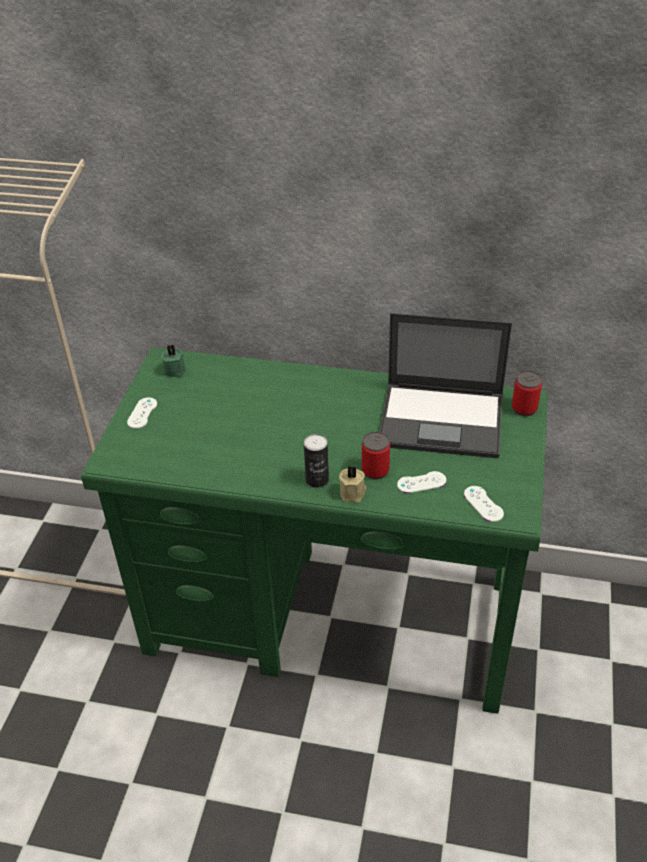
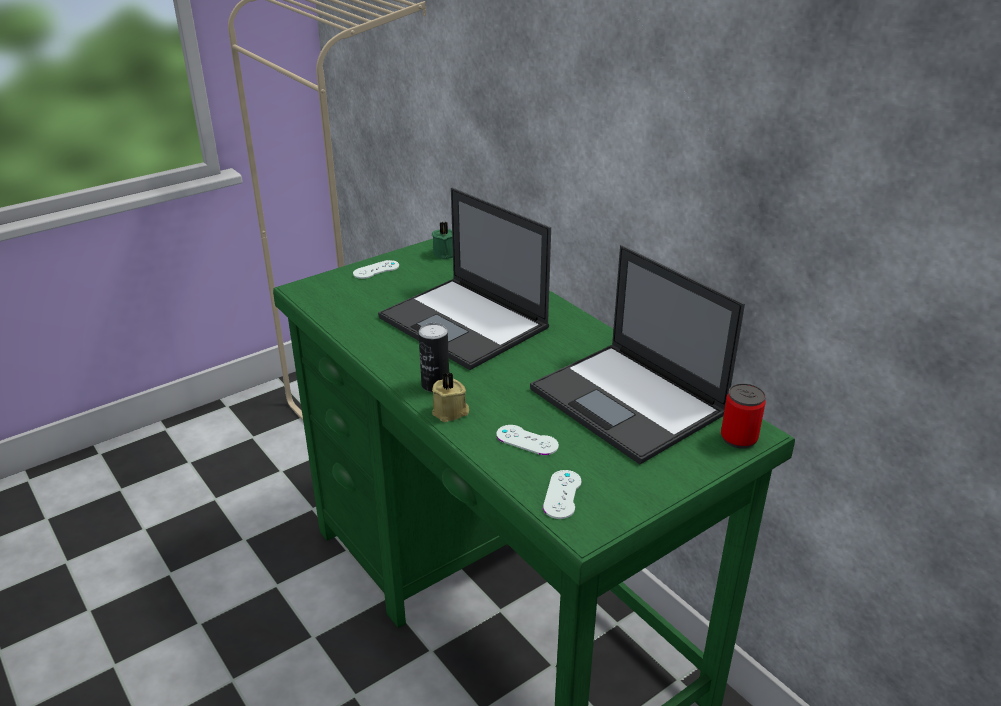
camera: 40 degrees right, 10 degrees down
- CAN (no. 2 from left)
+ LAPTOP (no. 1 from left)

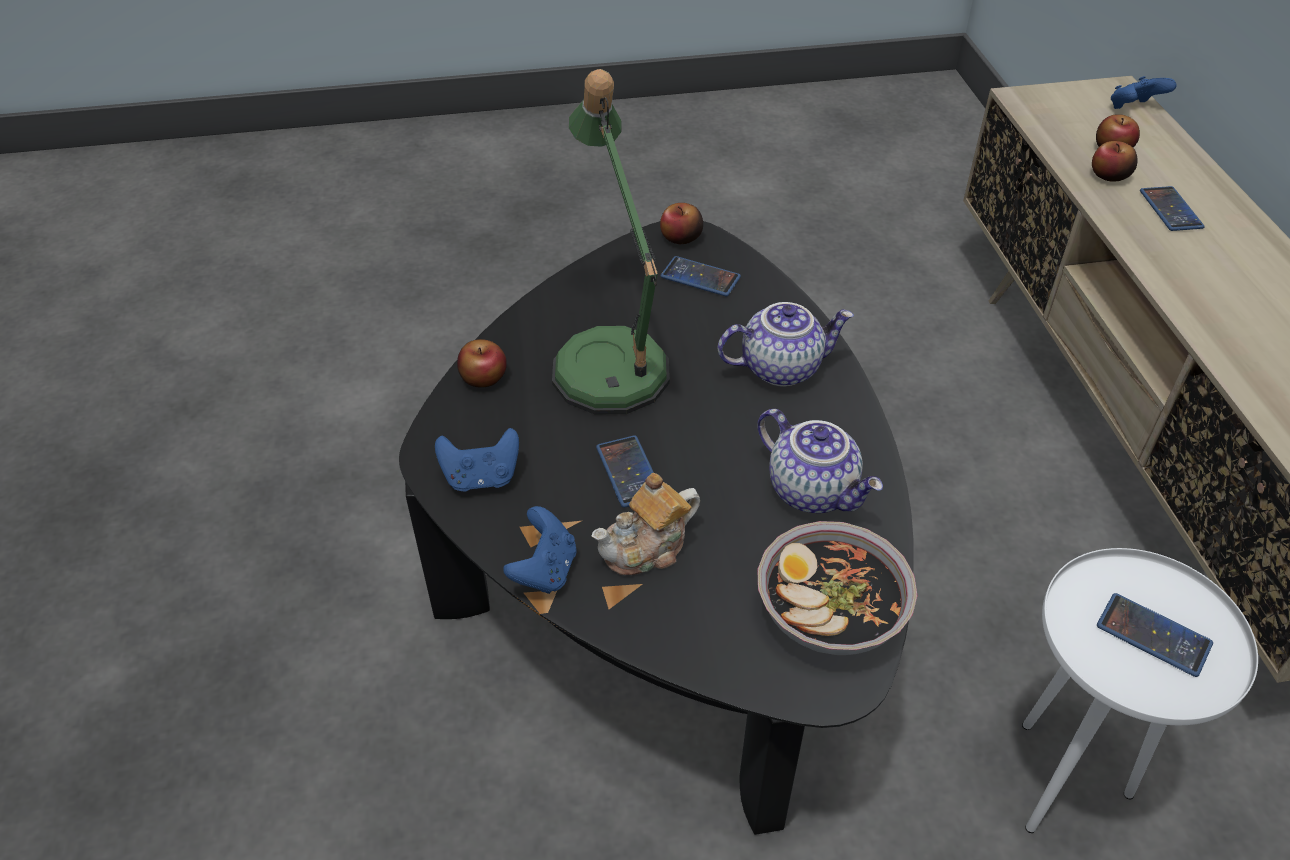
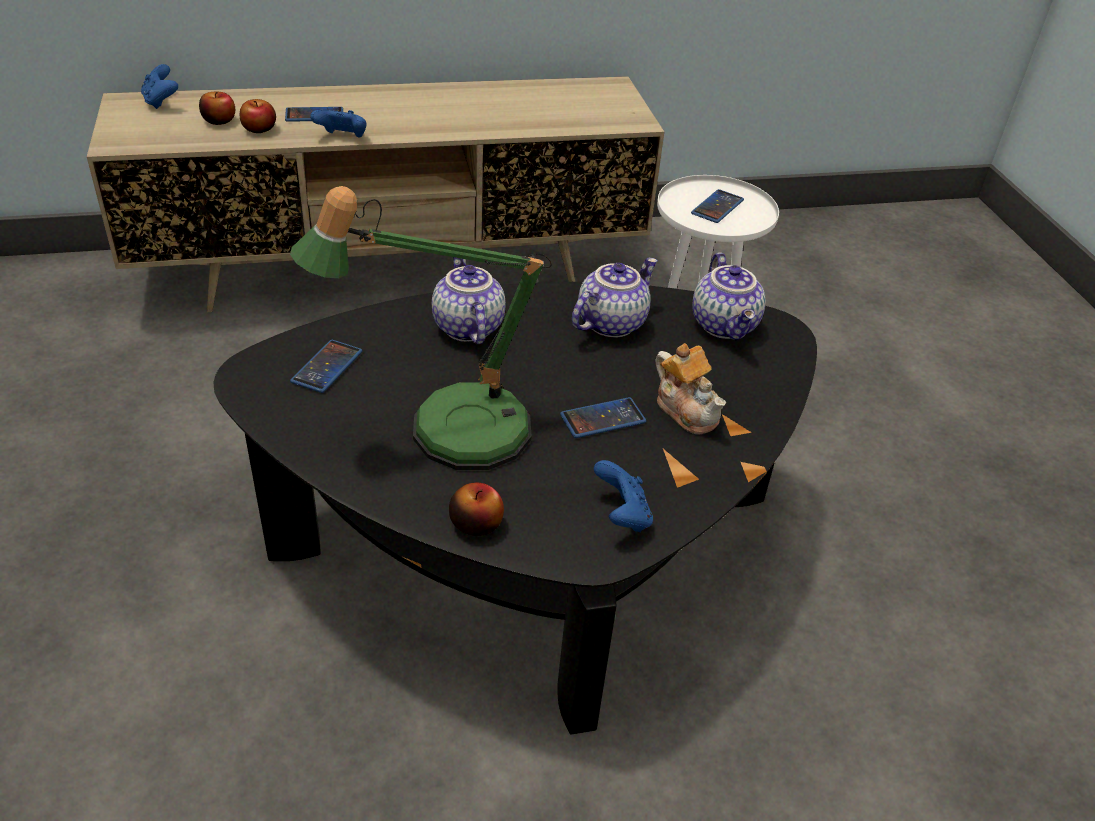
camera: 95 degrees left, 5 degrees down
- APPLE (no. 2 from left)
~ BLUE GAME CONTROLLER (no. 2 from left)
~ BOWL to TEAPOT (no. 4 from left)

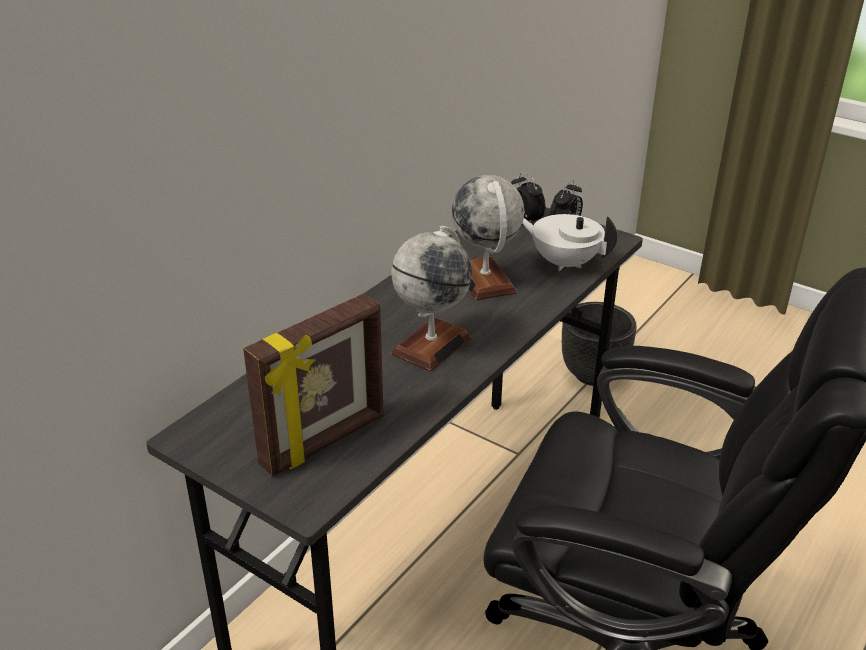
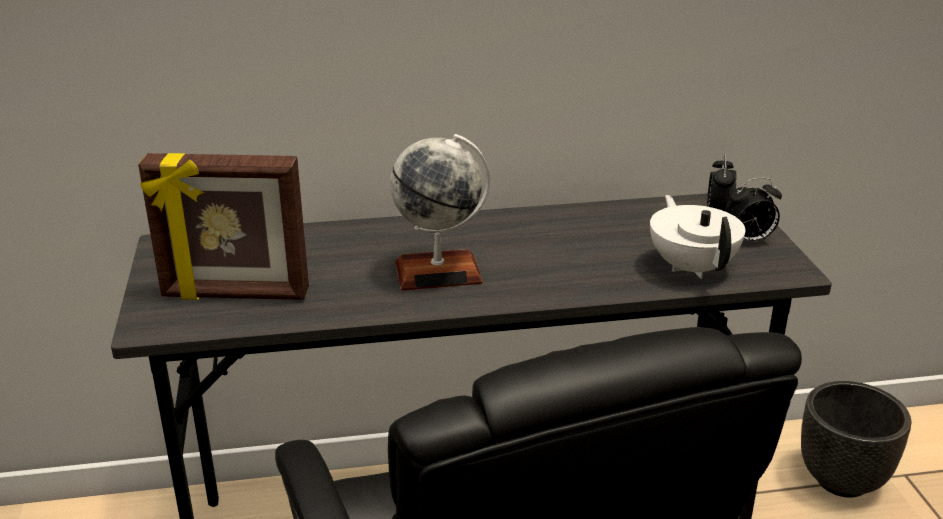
camera: 45 degrees right, 5 degrees down
- GLOBE (no. 2 from left)

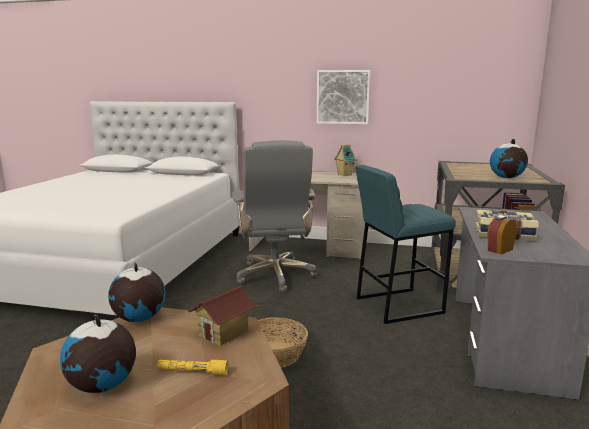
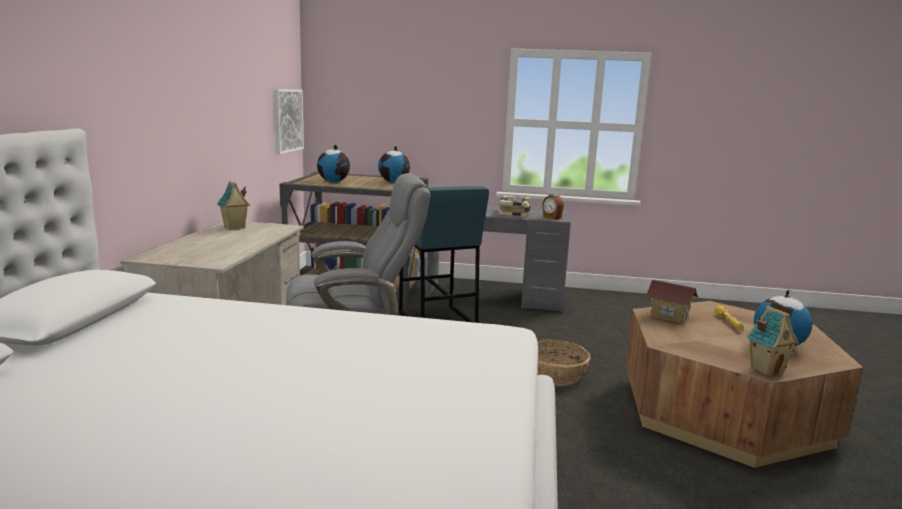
camera: 95 degrees left, 0 degrees up
~ PICTURE
~ GLOBE (no. 2 from left in the first image) to GLOBE (no. 1 from left)
+ TOY HOUSE (no. 3 from left)

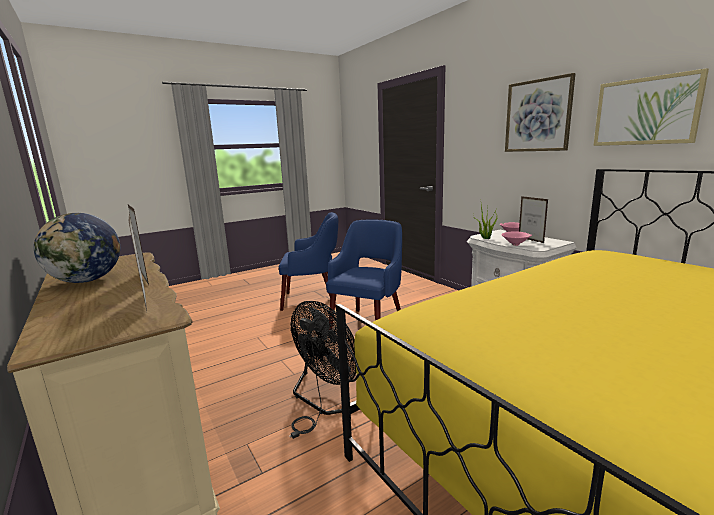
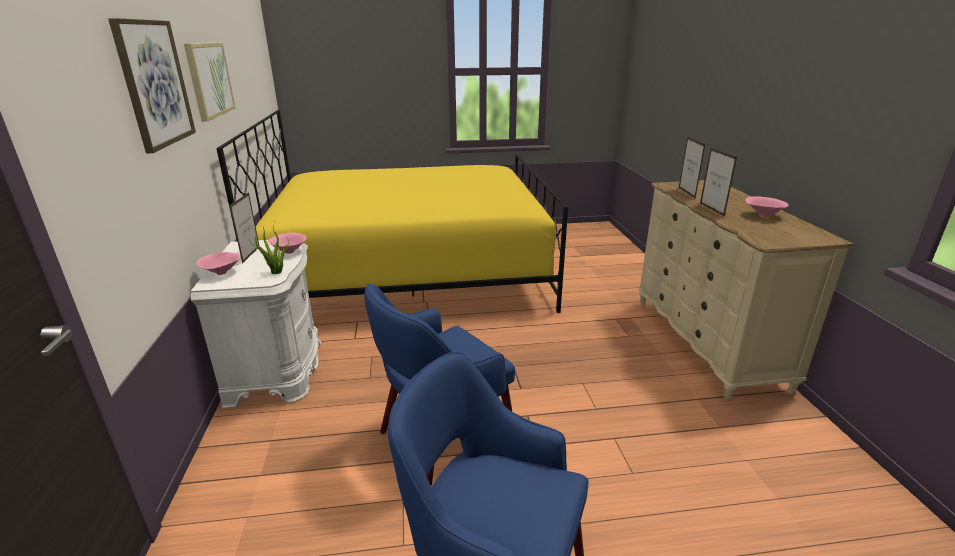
camera: 155 degrees left, 10 degrees up
~ GLOBE to PINK BOWL (no. 3 from left)
- BLACK FAN

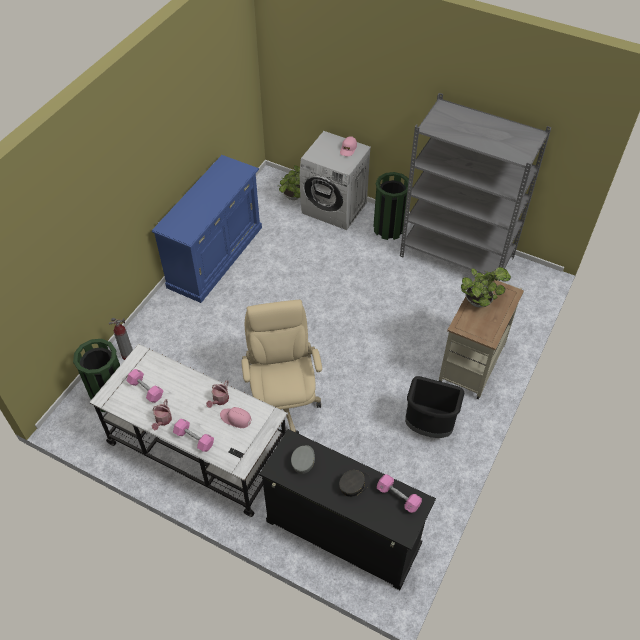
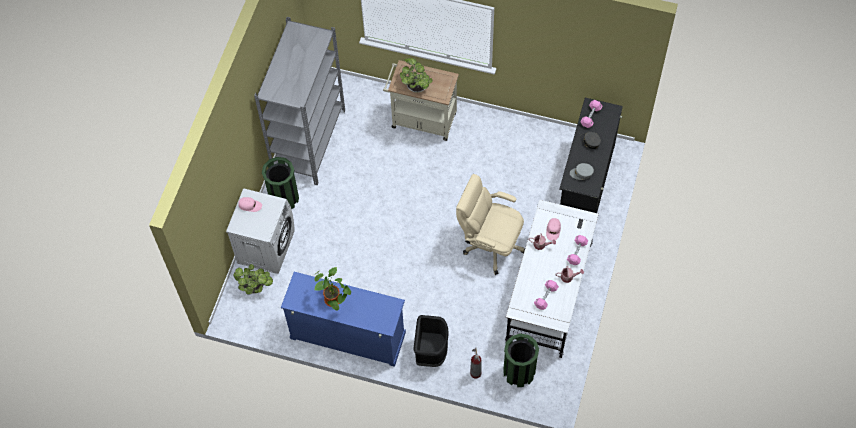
camera: 100 degrees left, 10 degrees up
~ BEIGE OFFICE CHAIR 45 degrees clockwise
~ BLACK TRASH CAN
+ POTTED PLANT (no. 2 from left)

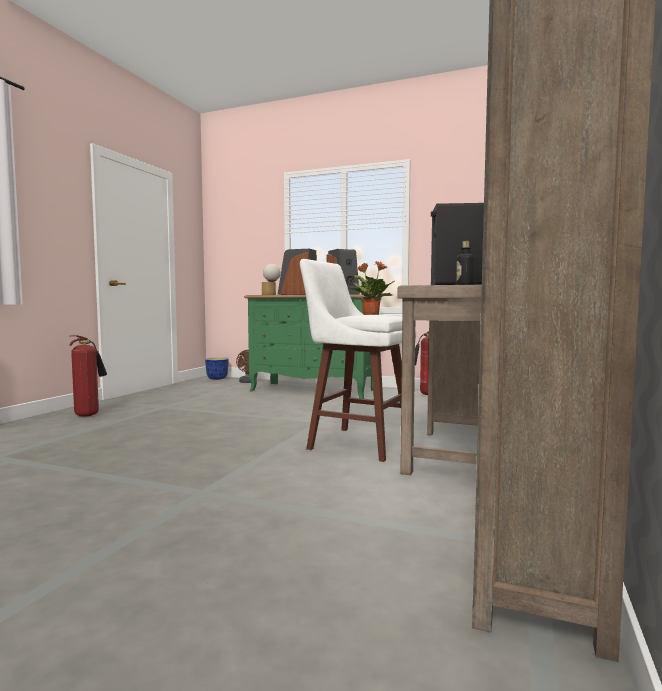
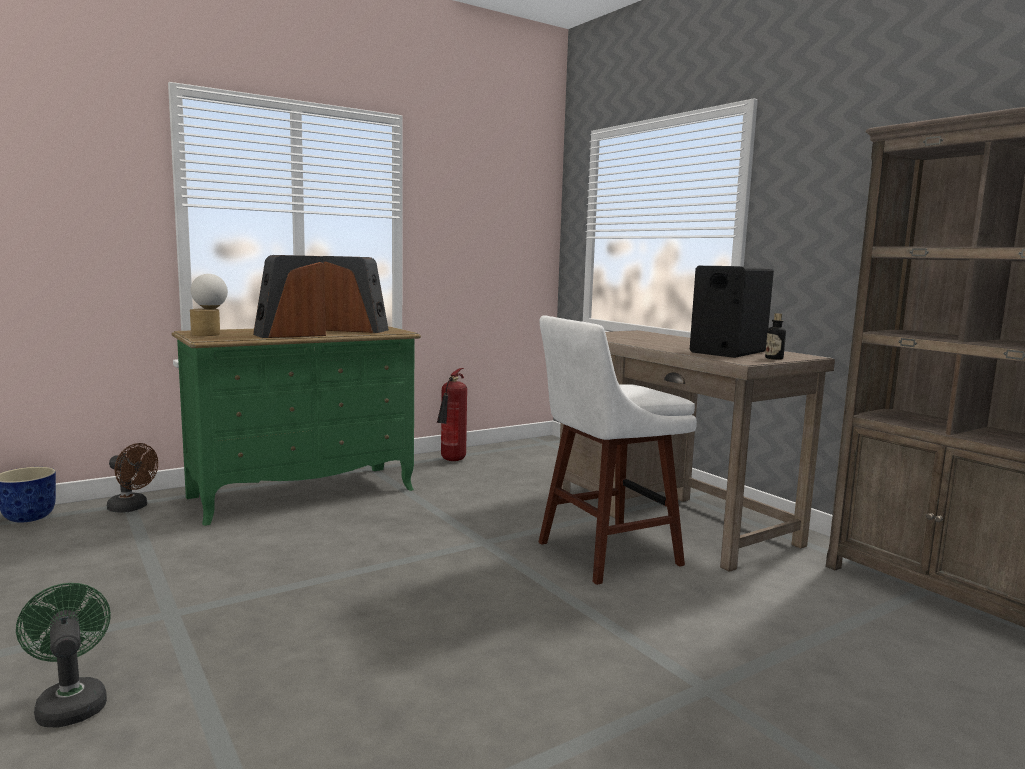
camera: 55 degrees left, 5 degrees up
- POTTED PLANT
~ FIRE EXTINGUISHER (no. 1 from left) to GREEN FAN

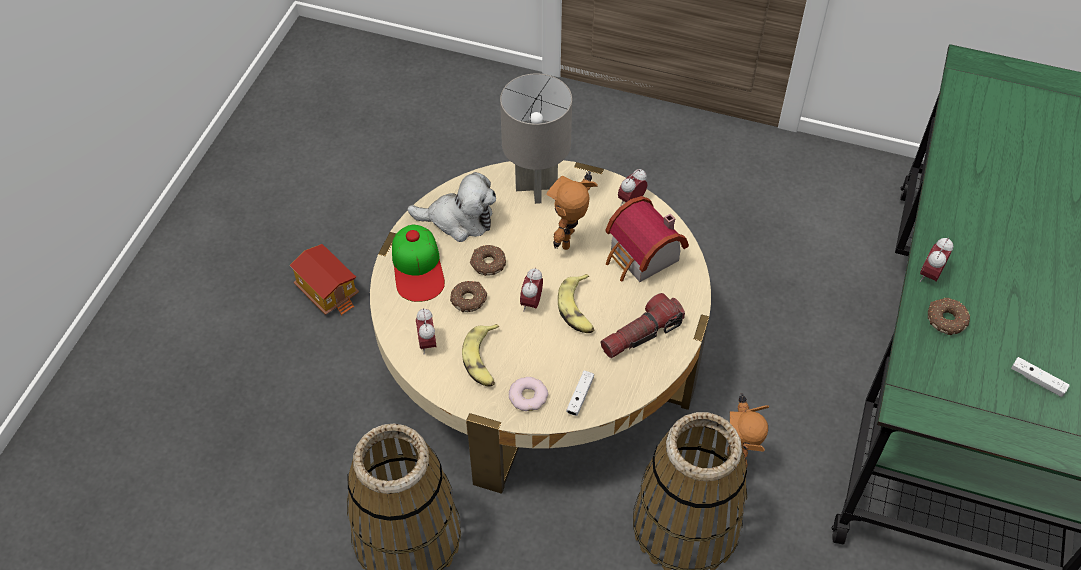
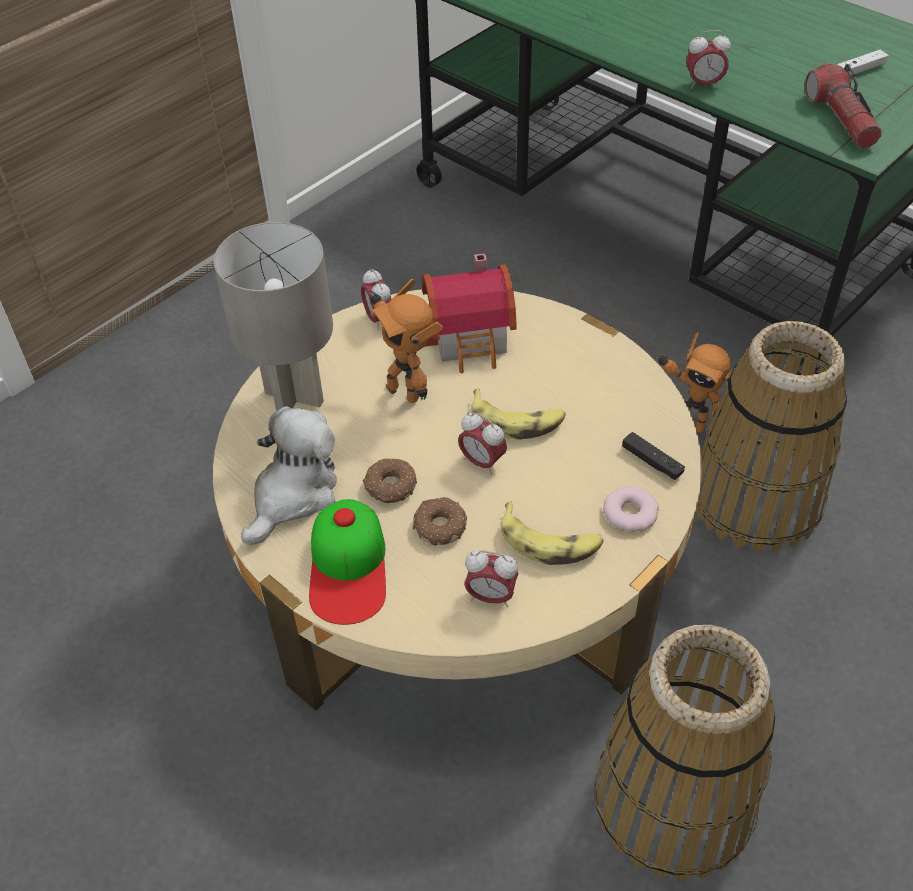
camera: 65 degrees left, 5 degrees down
~ CAP 75 degrees clockwise
~ ALARM CLOCK (no. 4 from left) 60 degrees counterclockwise
- TOY HOUSE (no. 1 from left)
~ FLASHLIGHT
- DONUT (no. 4 from left)
~ WHITE GAME CONTROLLER (no. 1 from left) to BLACK GAME CONTROLLER

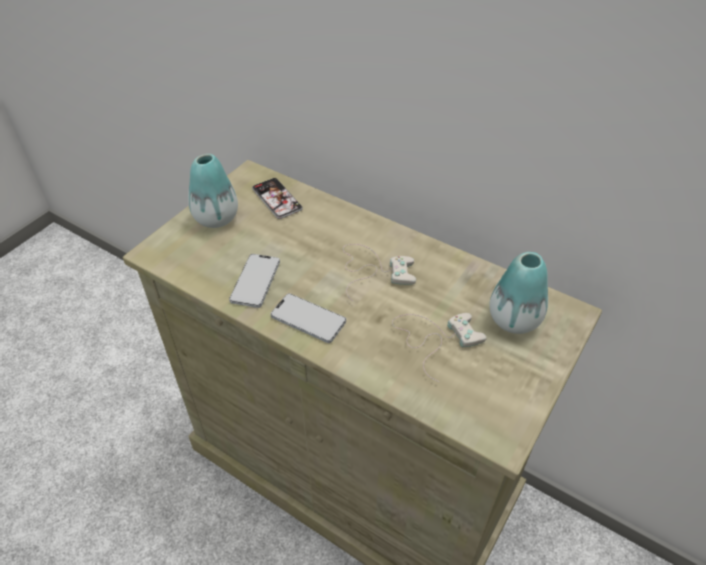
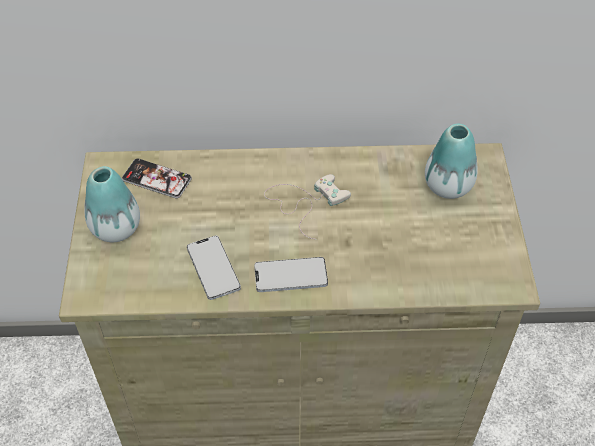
camera: 35 degrees left, 5 degrees up
- WHITE GAME CONTROLLER (no. 2 from left)

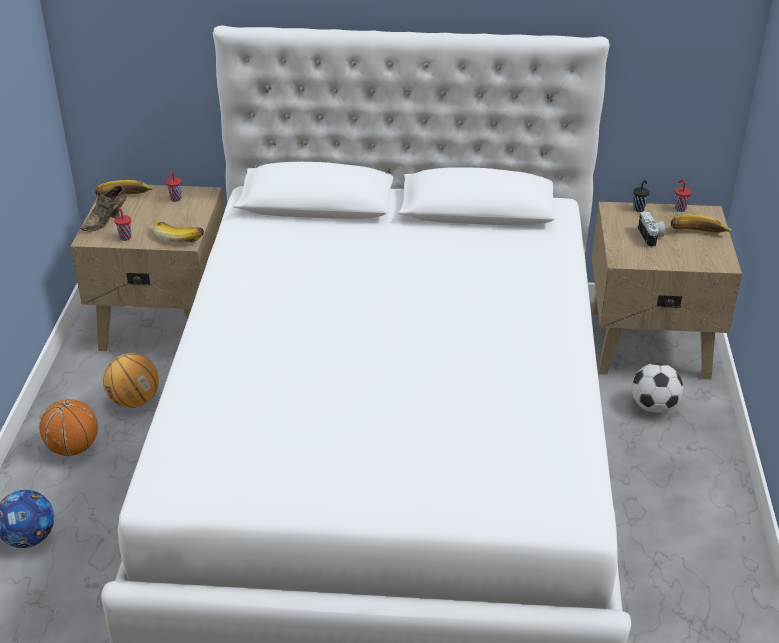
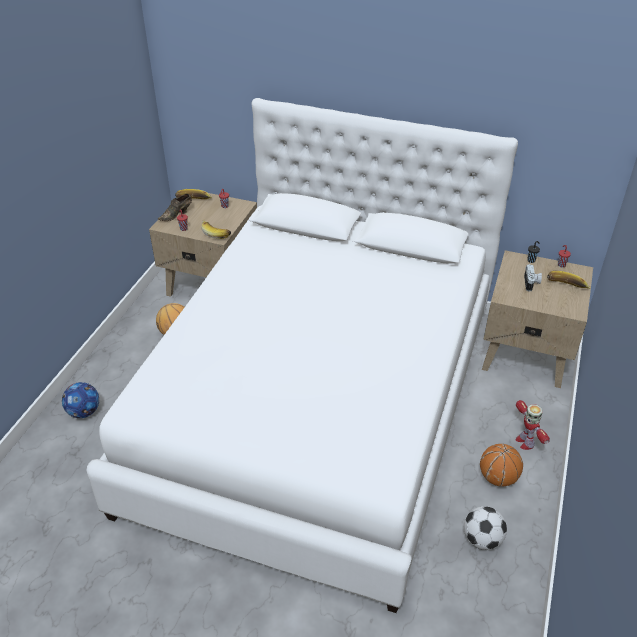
camera: 15 degrees right, 5 degrees up
~ FOOTBALL (no. 2 from left)
~ BASKETBALL (no. 1 from left in the first image) to BASKETBALL (no. 2 from left)
+ TOY ROBOT

